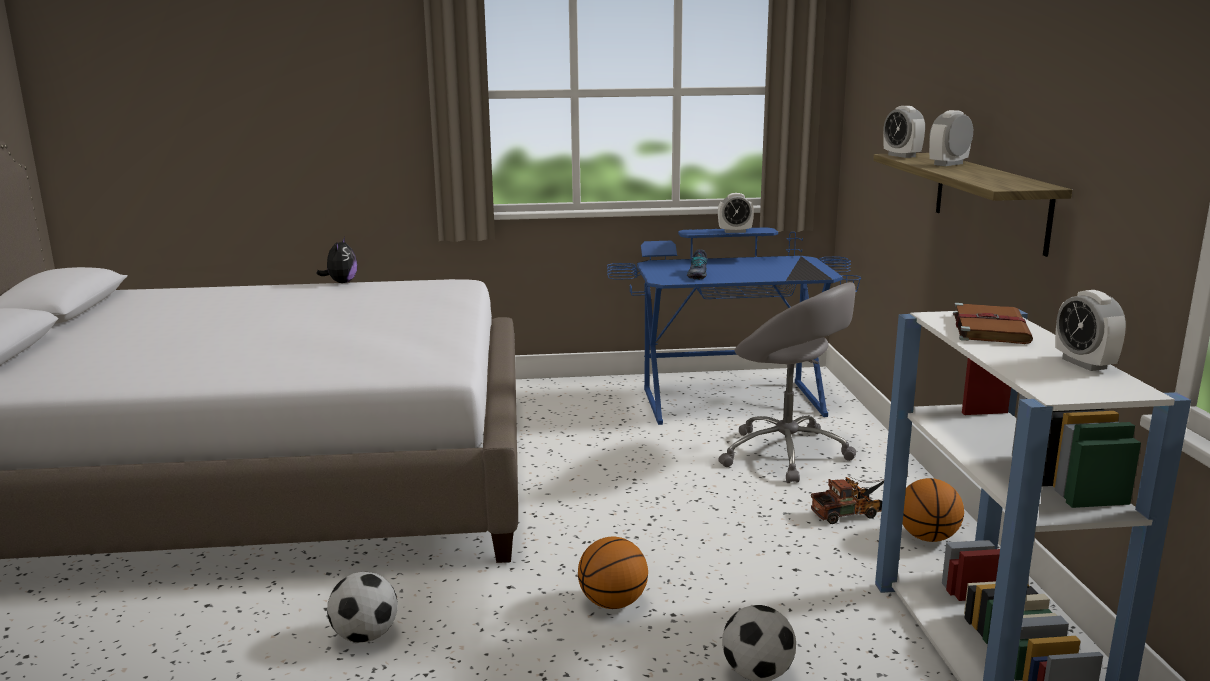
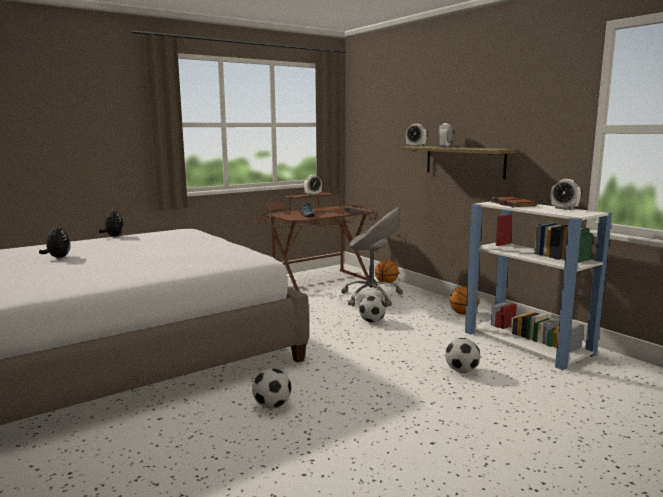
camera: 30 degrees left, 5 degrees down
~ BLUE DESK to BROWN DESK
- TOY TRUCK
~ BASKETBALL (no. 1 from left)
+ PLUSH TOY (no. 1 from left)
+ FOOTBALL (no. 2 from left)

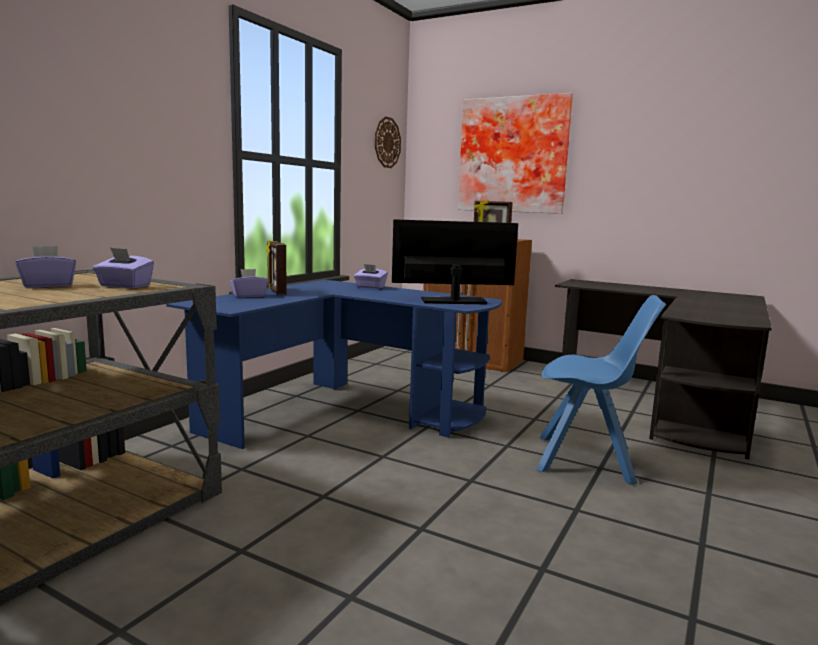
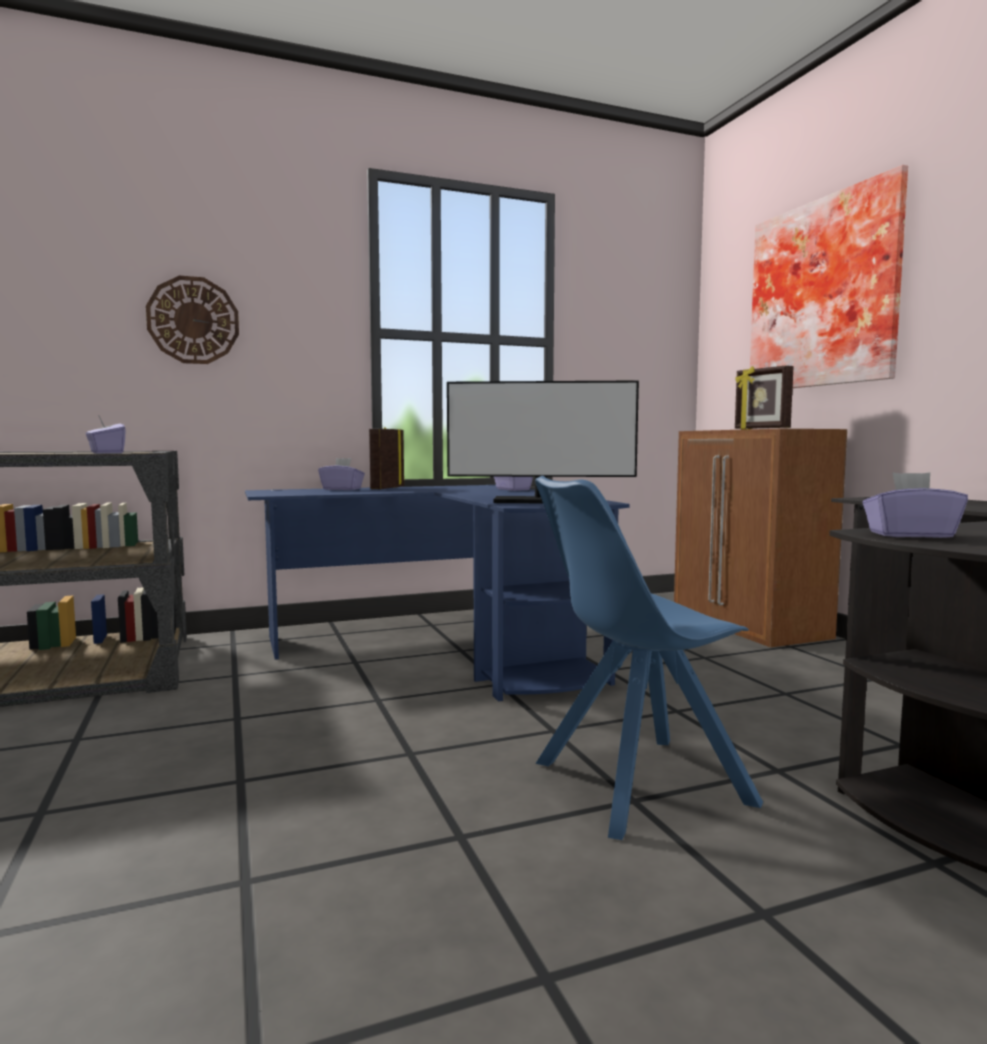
camera: 40 degrees right, 5 degrees down
~ WALL CLOCK
~ MONITOR 150 degrees clockwise
~ PURPLE TISSUE BOX (no. 1 from left in the first image) to PURPLE TISSUE BOX (no. 4 from left)
~ BLUE CHAIR 105 degrees clockwise

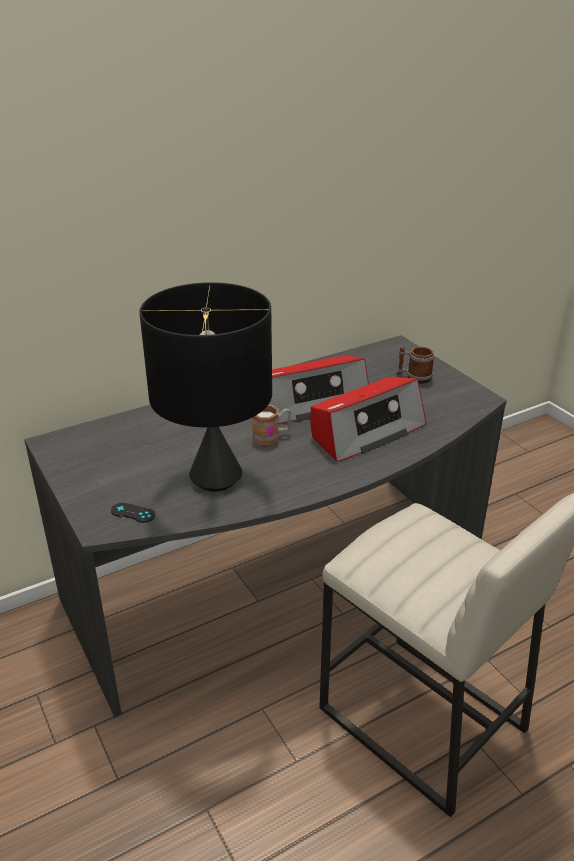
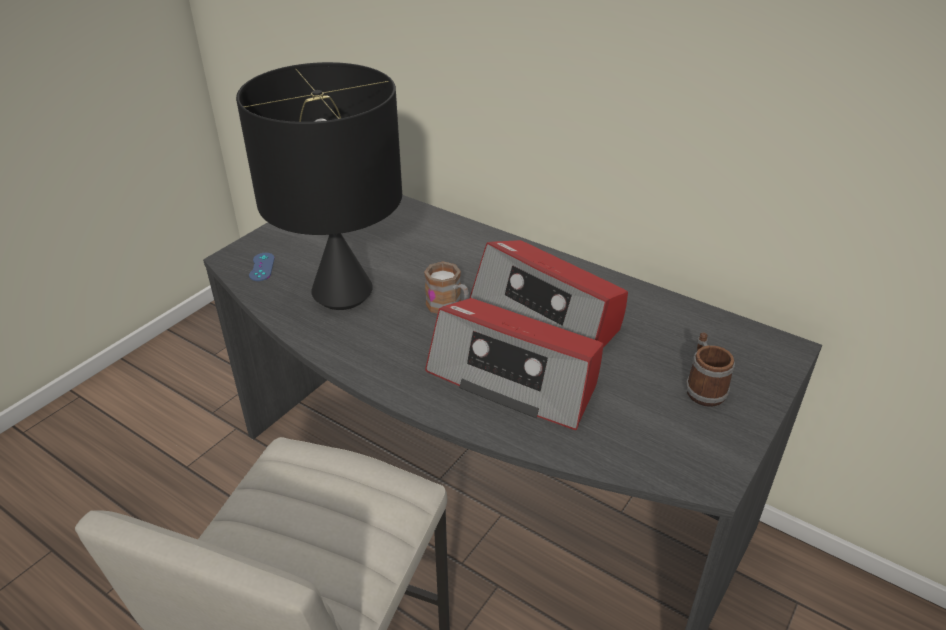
camera: 65 degrees right, 5 degrees up
~ BLACK GAME CONTROLLER to BLUE GAME CONTROLLER

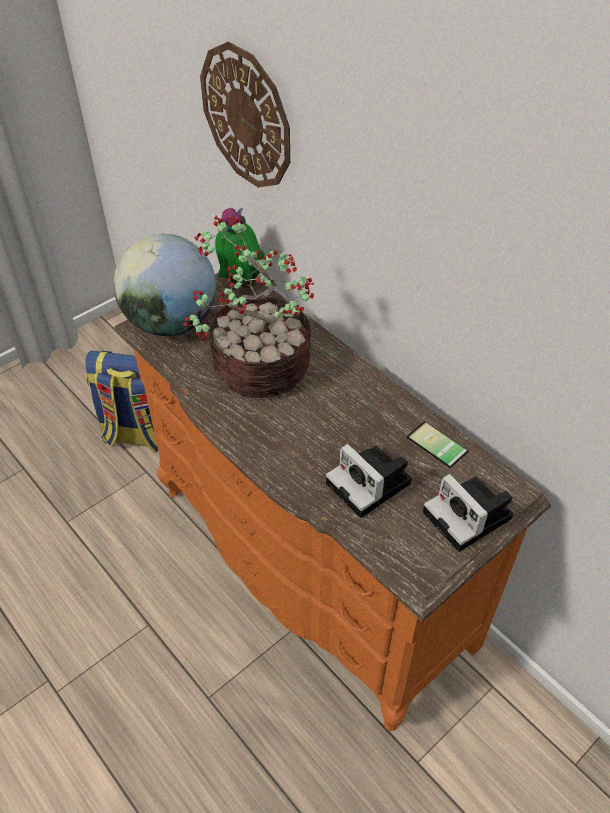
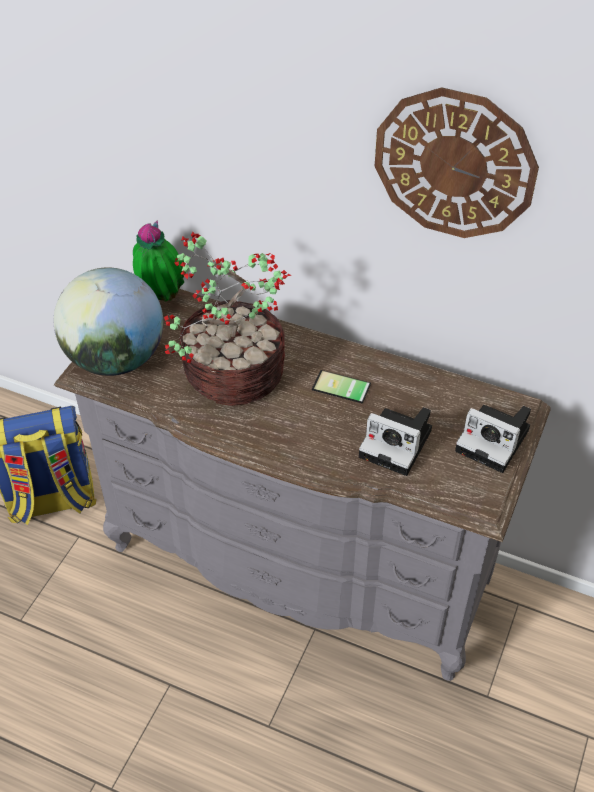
camera: 25 degrees left, 0 degrees up
~ WALL CLOCK
~ ORANGE DRESSER to GREY DRESSER
~ PHONE

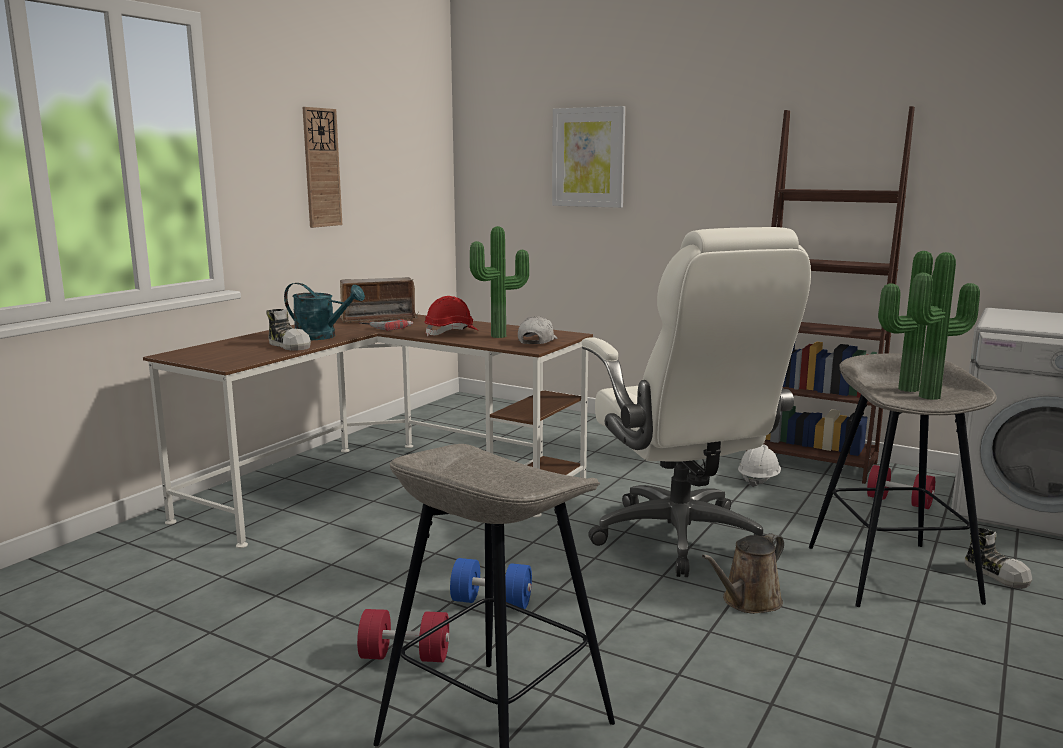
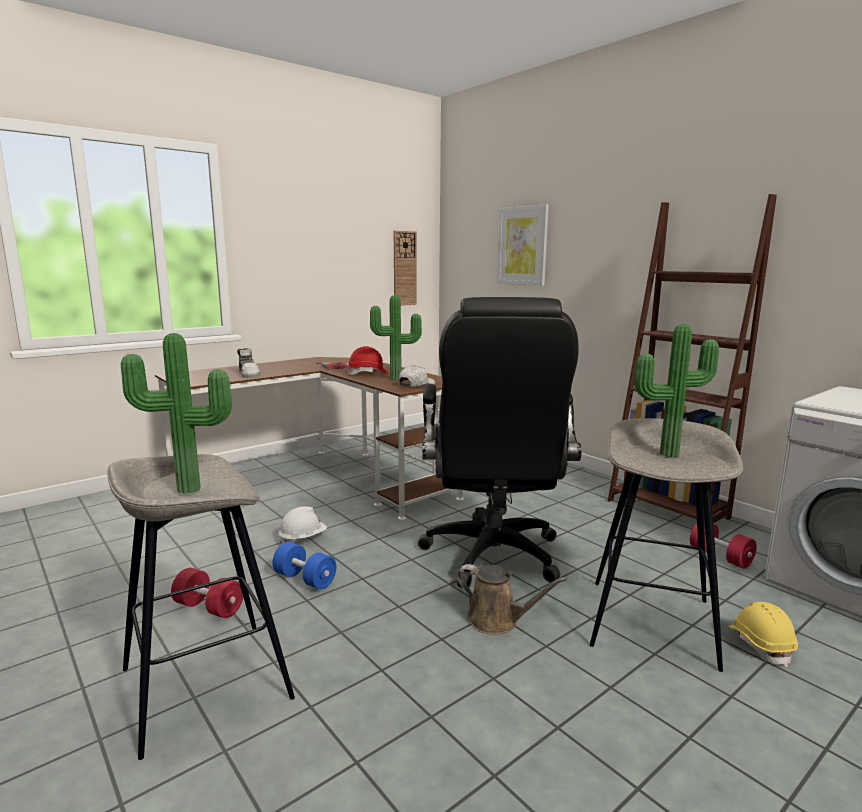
camera: 20 degrees right, 0 degrees up
~ WALL CLOCK
~ WHITE OFFICE CHAIR to BLACK OFFICE CHAIR
~ POTTED PLANT (no. 3 from left in the first image) to POTTED PLANT (no. 1 from left)
- RADIO
- TURQUOISE WATERING CAN
~ WHITE HARD HAT
~ SHOE (no. 2 from left) to YELLOW HARD HAT
~ BROWN WATERING CAN 135 degrees counterclockwise

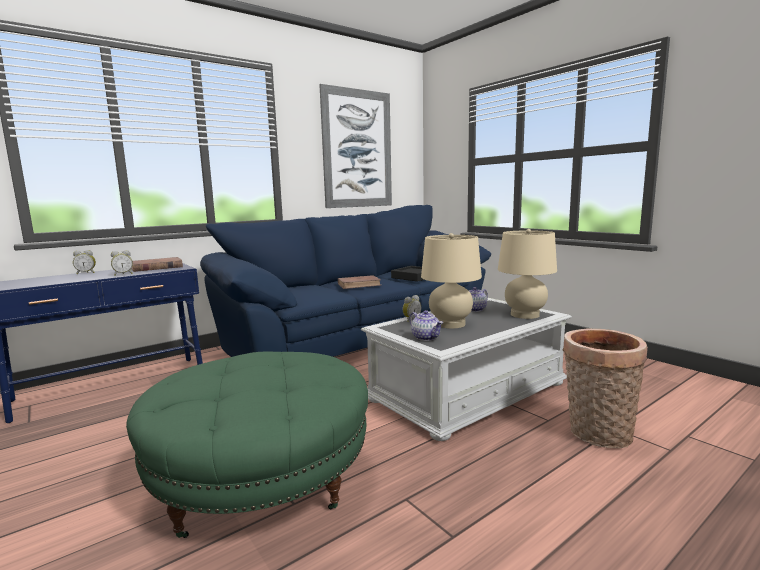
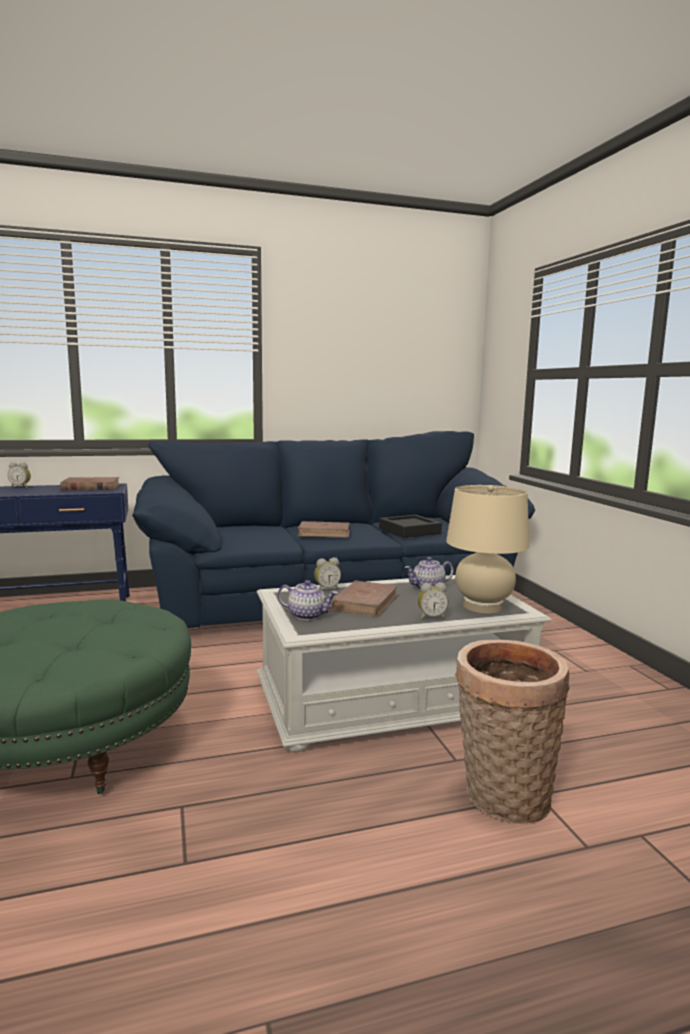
camera: 20 degrees right, 0 degrees up
- PICTURE
~ BEIGE TABLE LAMP (no. 1 from left) to BROWN BOOK (no. 3 from left)
~ ALARM CLOCK (no. 2 from left in the first image) to ALARM CLOCK (no. 3 from left)
~ TEAPOT (no. 1 from left) 60 degrees counterclockwise

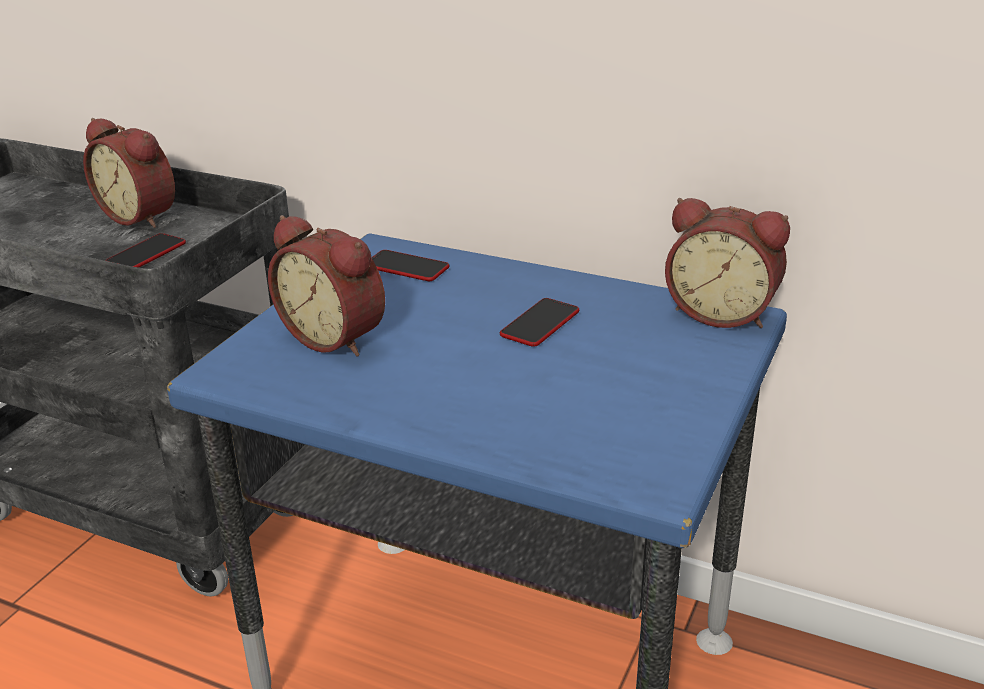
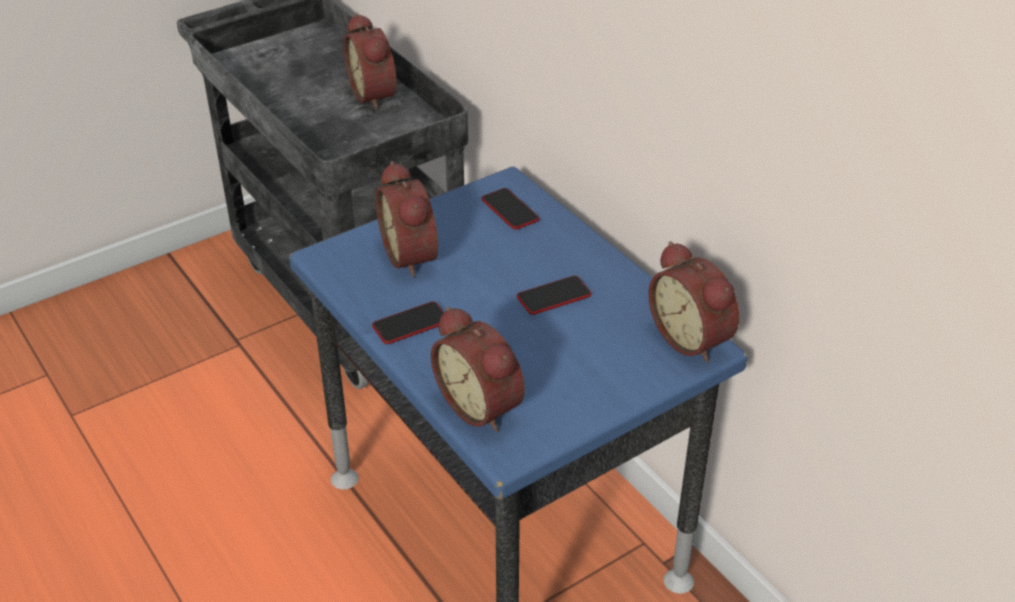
camera: 30 degrees right, 10 degrees up
~ PHONE (no. 1 from left)
+ ALARM CLOCK (no. 3 from left)

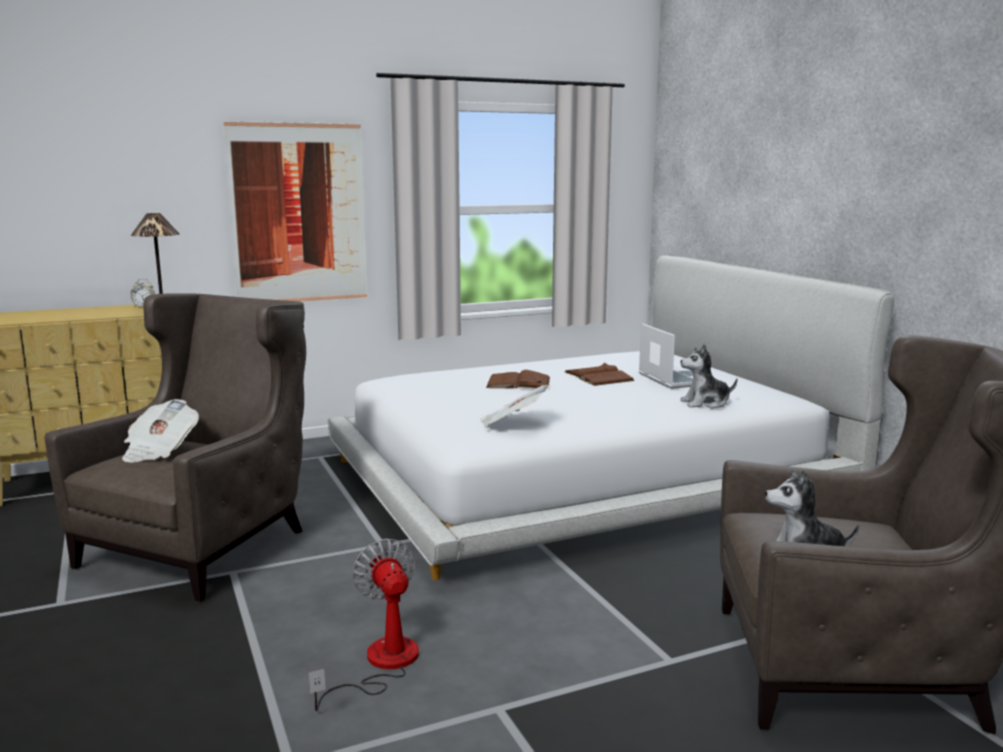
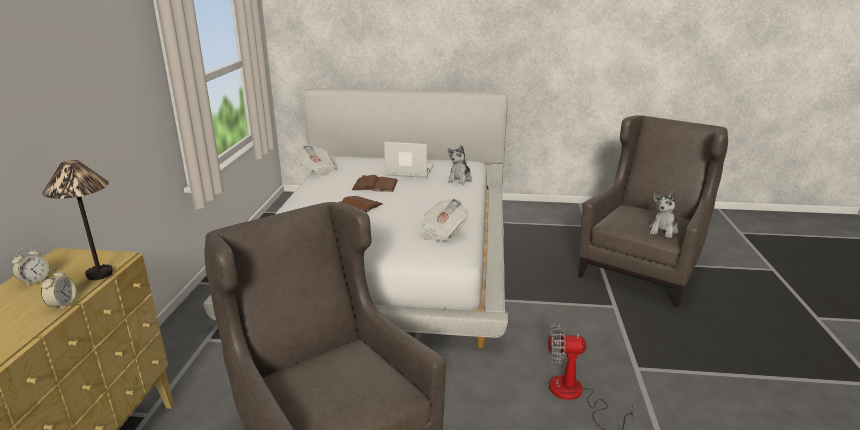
camera: 60 degrees left, 10 degrees up
- PICTURE
~ NEWSPAPER (no. 1 from left)
+ ALARM CLOCK (no. 2 from left)

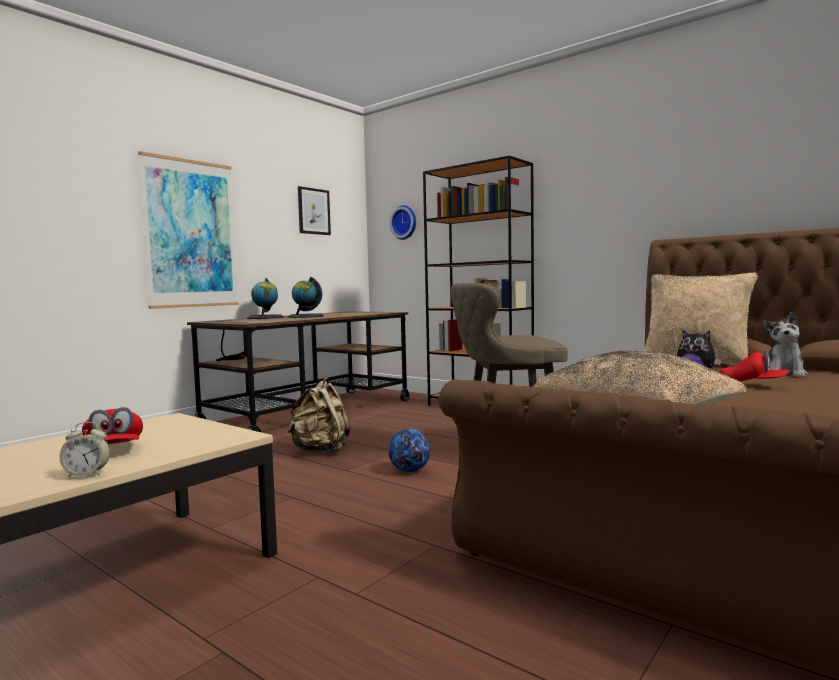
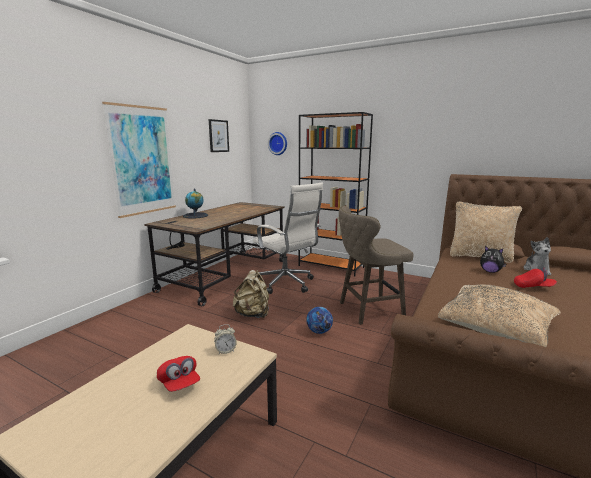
camera: 10 degrees left, 10 degrees up
- GLOBE (no. 2 from left)
~ ALARM CLOCK
+ WHITE OFFICE CHAIR

